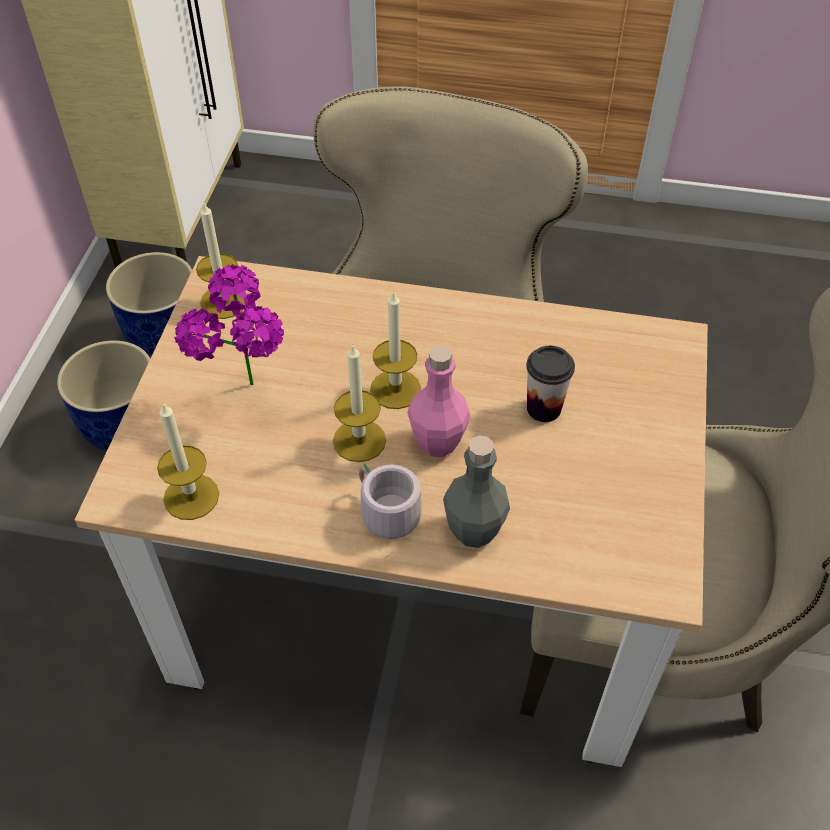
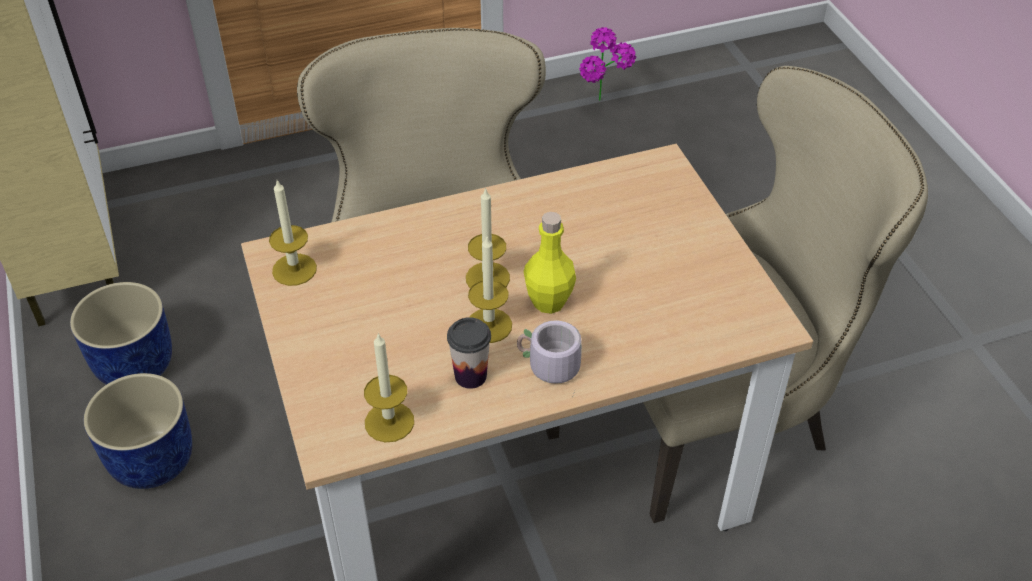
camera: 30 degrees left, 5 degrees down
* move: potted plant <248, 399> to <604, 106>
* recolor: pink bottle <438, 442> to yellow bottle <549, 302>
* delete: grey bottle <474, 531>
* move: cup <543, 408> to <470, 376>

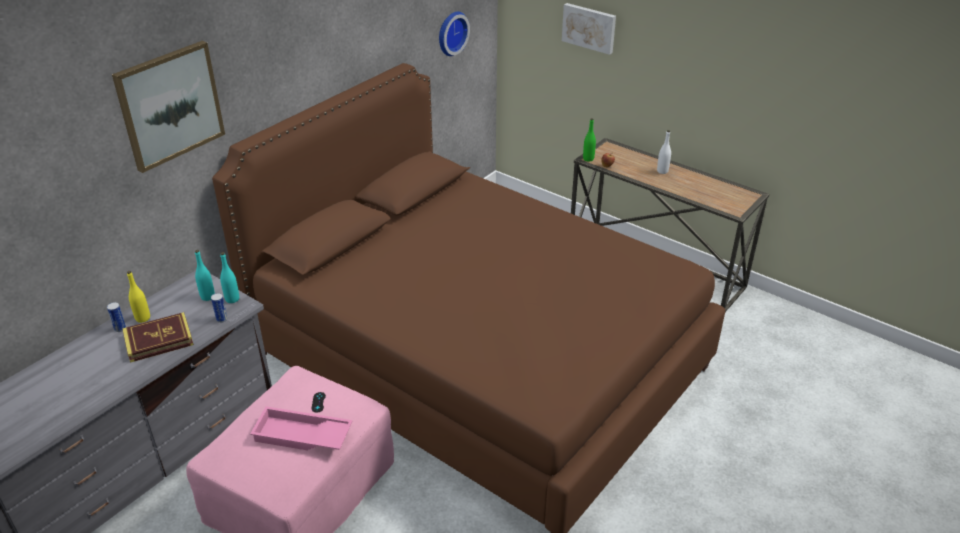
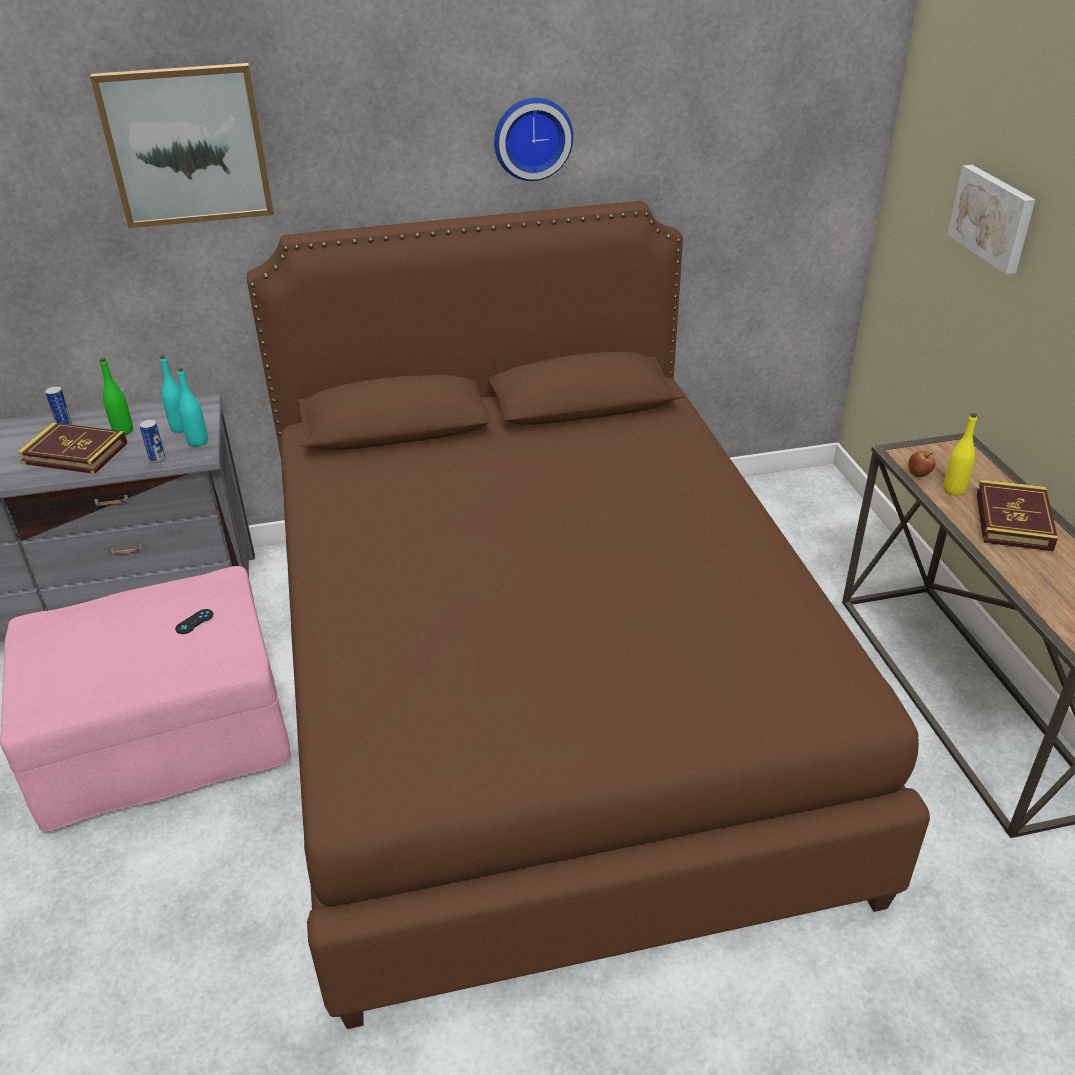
camera: 40 degrees right, 0 degrees up
* move: yellow bottle <143, 318> to <953, 490>
* delete: pink tray <301, 436>
* move: wall clock <450, 33> to <532, 138>
* move: green bottle <588, 159> to <123, 431>
* replace: white bottle <662, 171> to book <1013, 520>

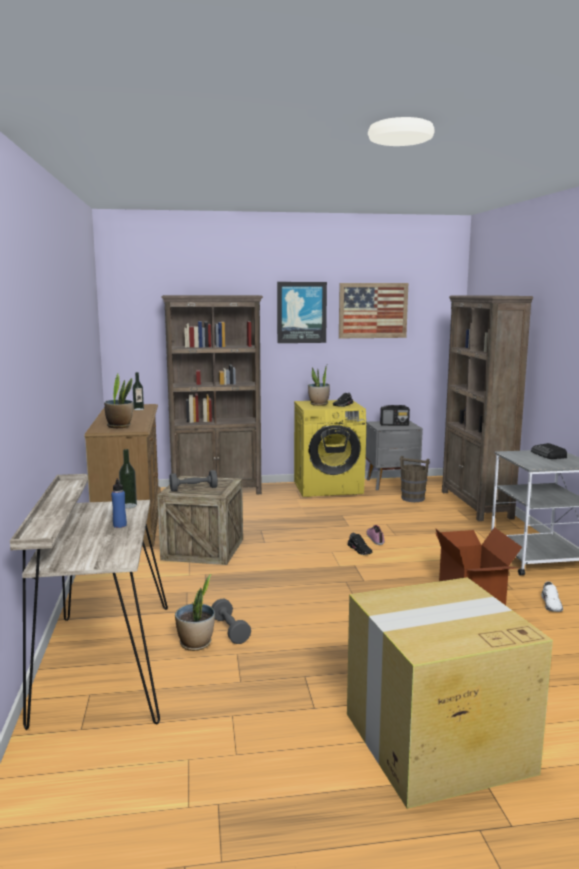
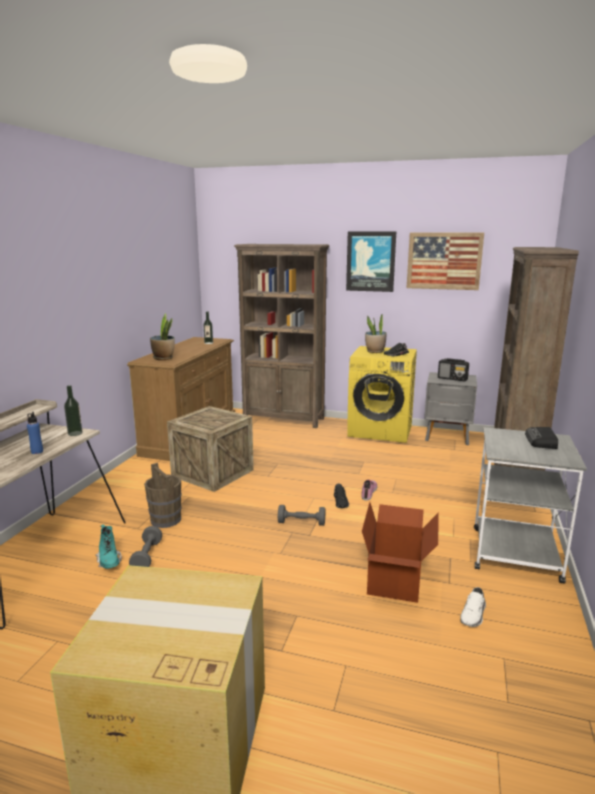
camera: 25 degrees right, 5 degrees up
* move: grey dumbbell <193, 489> to <301, 523>
* replace: potted plant <196, 644> to turquoise boot <109, 562>
* move: brown bucket <412, 498> to <165, 519>

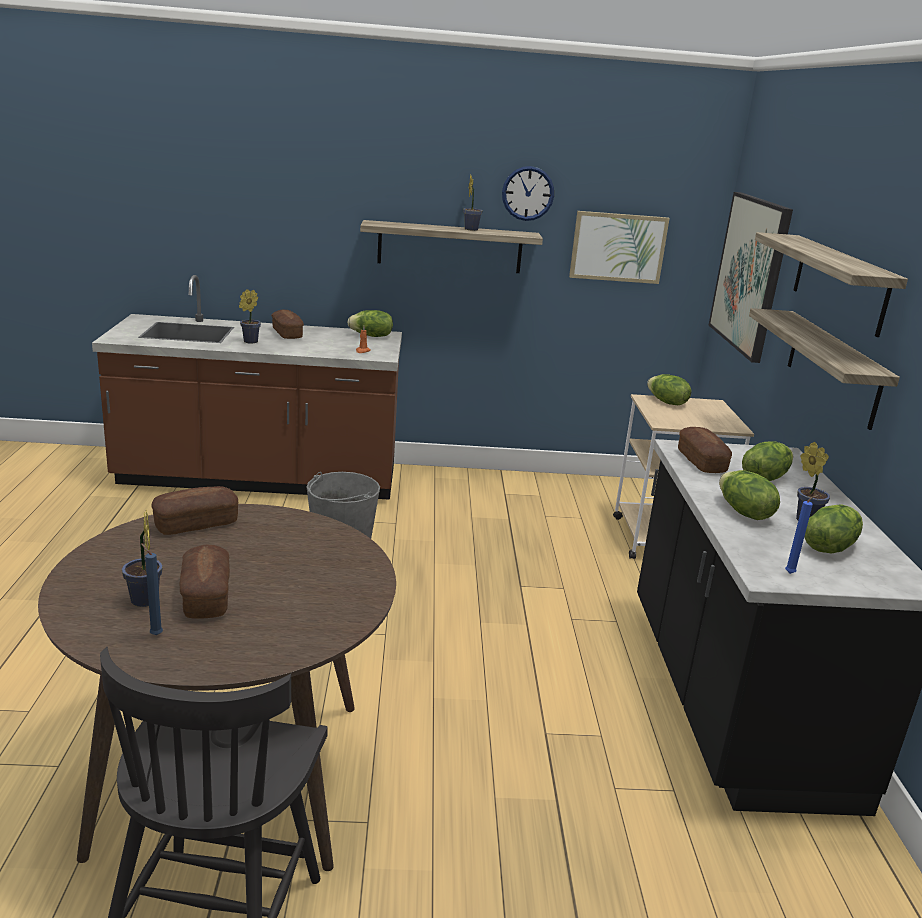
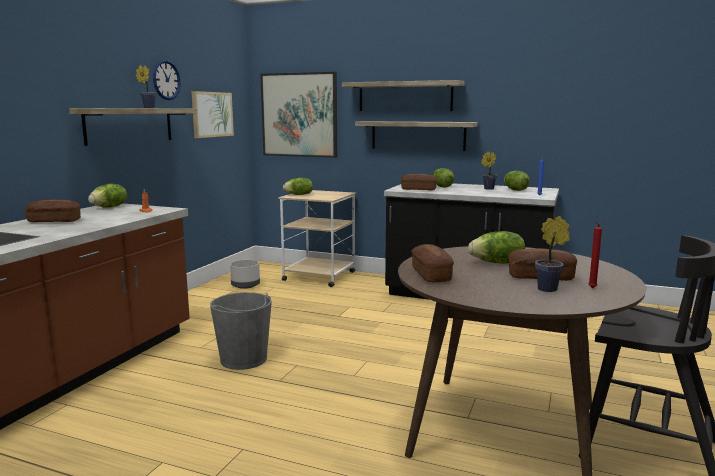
camera: 65 degrees left, 10 degrees down
* recolor: blue candle <154, 634> to red candle <591, 288>
* delete: potted plant <249, 342>
* move: lettuce <743, 512> to <497, 263>
* insert: grey planter <246, 285>

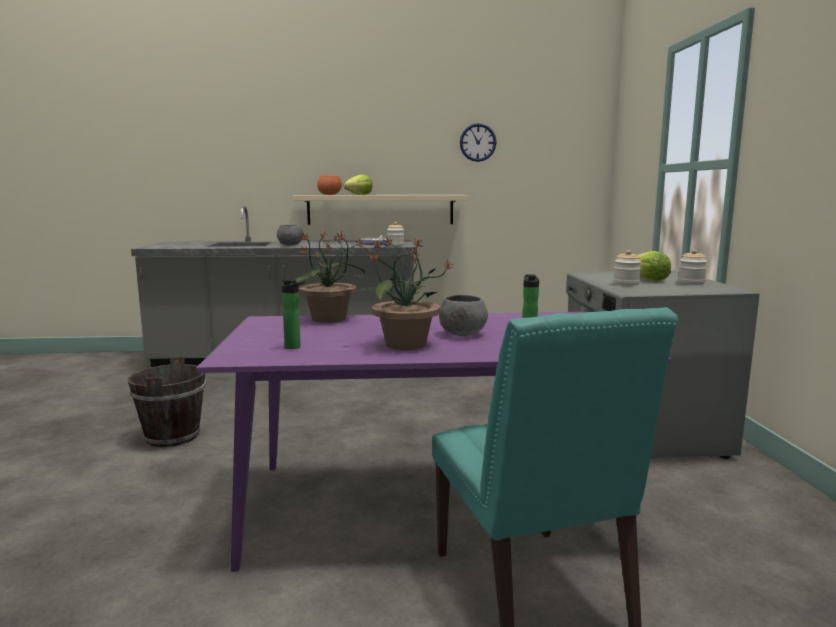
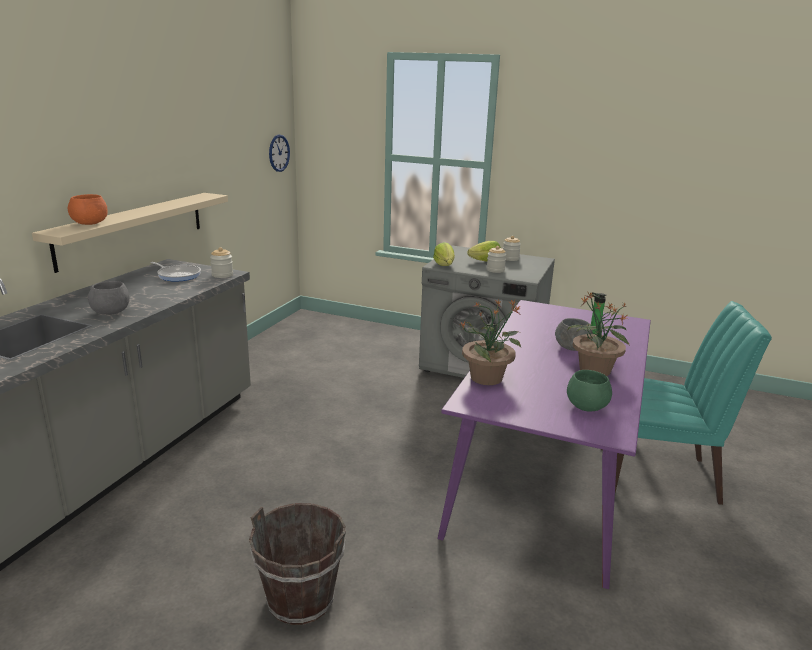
camera: 65 degrees left, 10 degrees up
* replace: bottle <295, 347> to green bowl <587, 407>
* move: lettuce <359, 194> to <444, 265>
* move: wall clock <477, 142> to <279, 153>

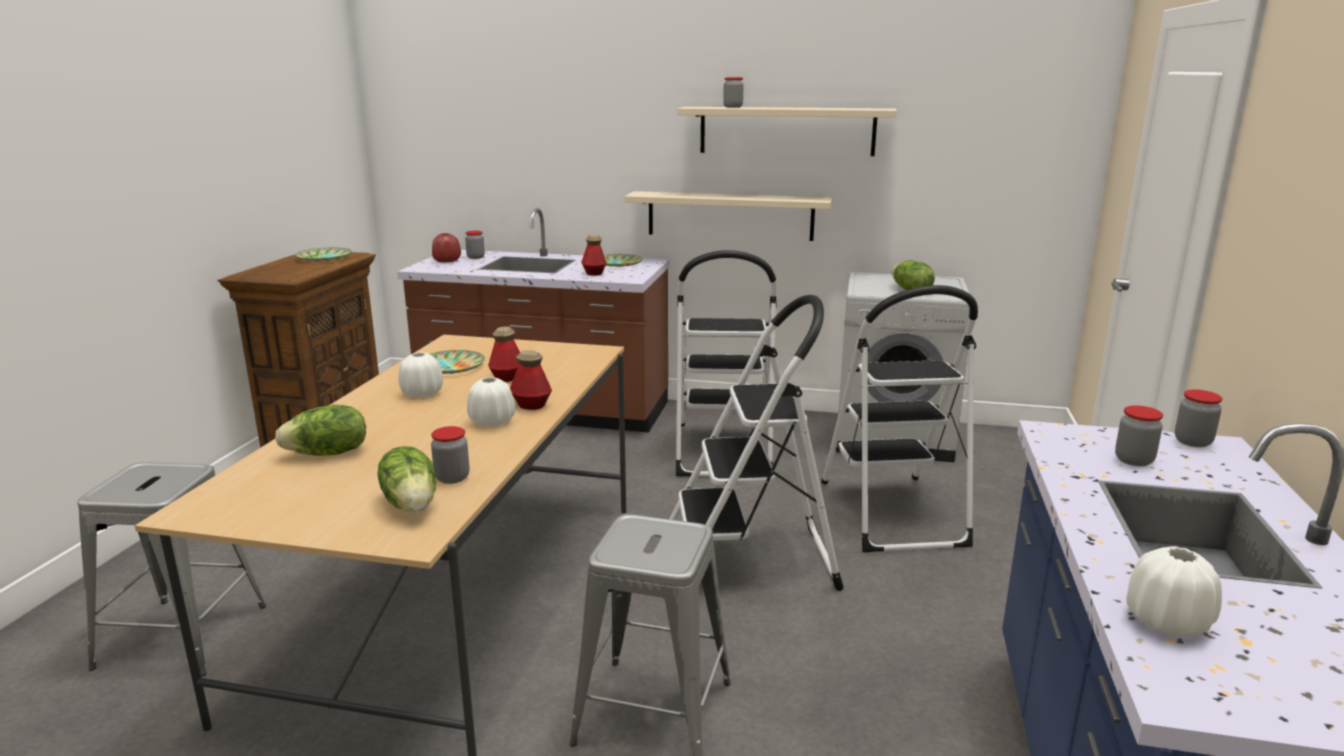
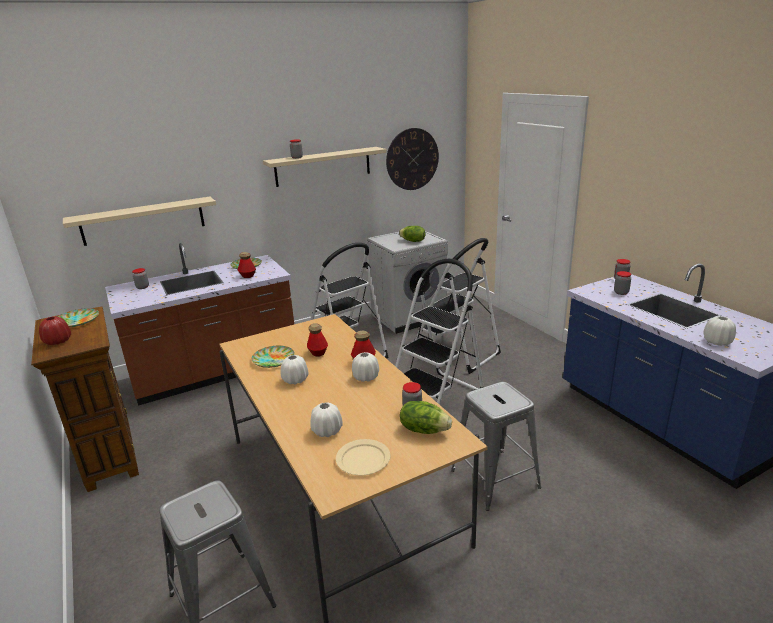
camera: 40 degrees left, 5 degrees up
* replace: lettuce <328, 454> to white vase <327, 431>
* move: red vase <447, 261> to <58, 341>
* move: beige shelf <730, 215> to <143, 221>
* insert: beige plate <363, 459>
* insert: wall clock <412, 159>

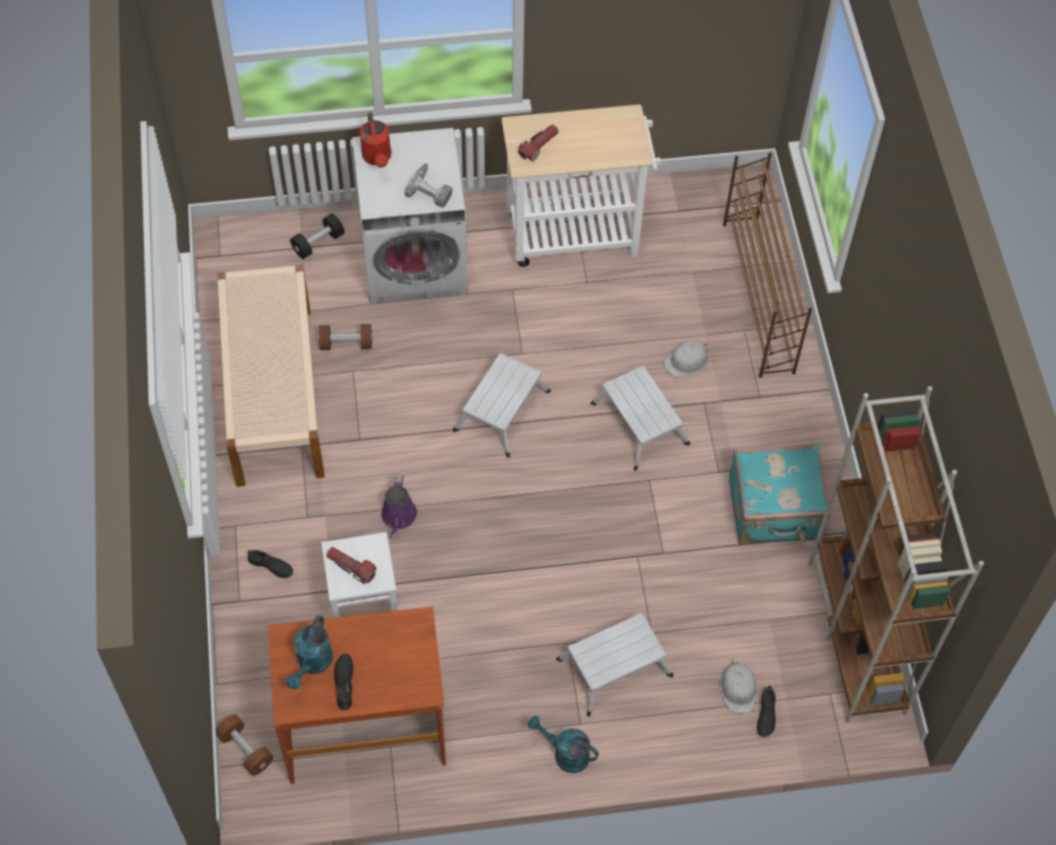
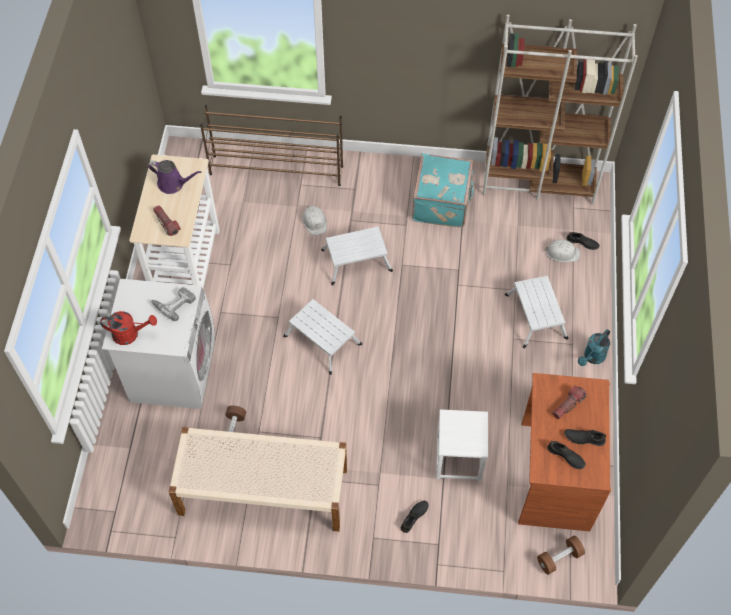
camera: 75 degrees left, 0 degrees up
* replace: turquoise watering can <312, 664> to black shoe <565, 457>
* delete: black dumbbell <318, 243>
* move: flashlight <351, 567> to <568, 405>
* move: purple watering can <398, 517> to <173, 184>

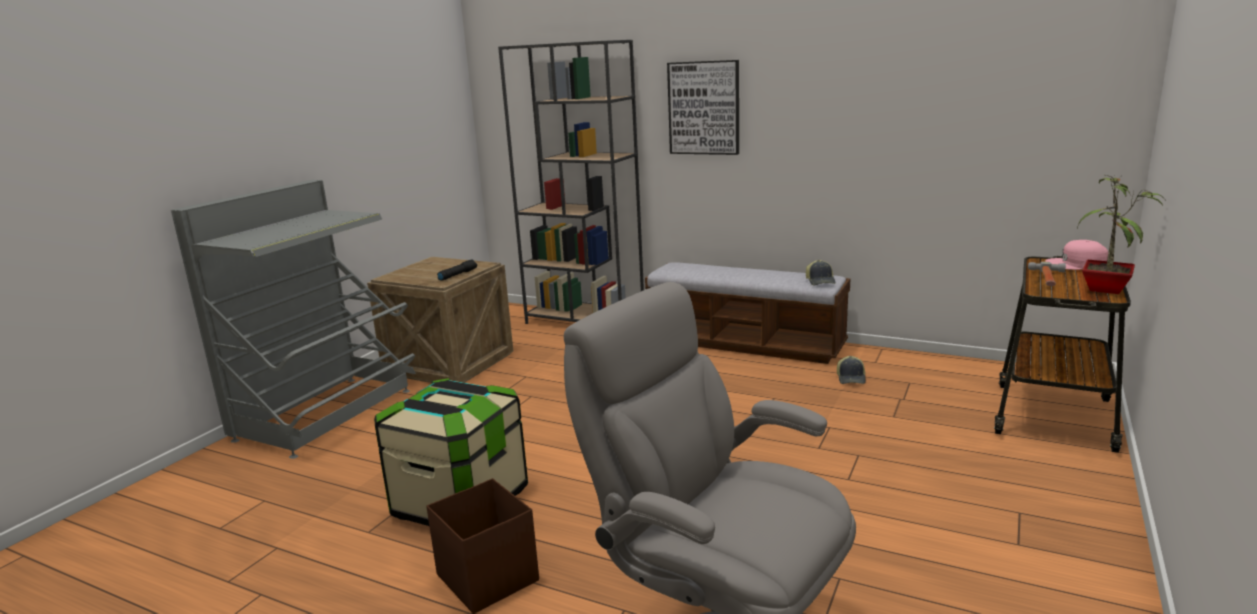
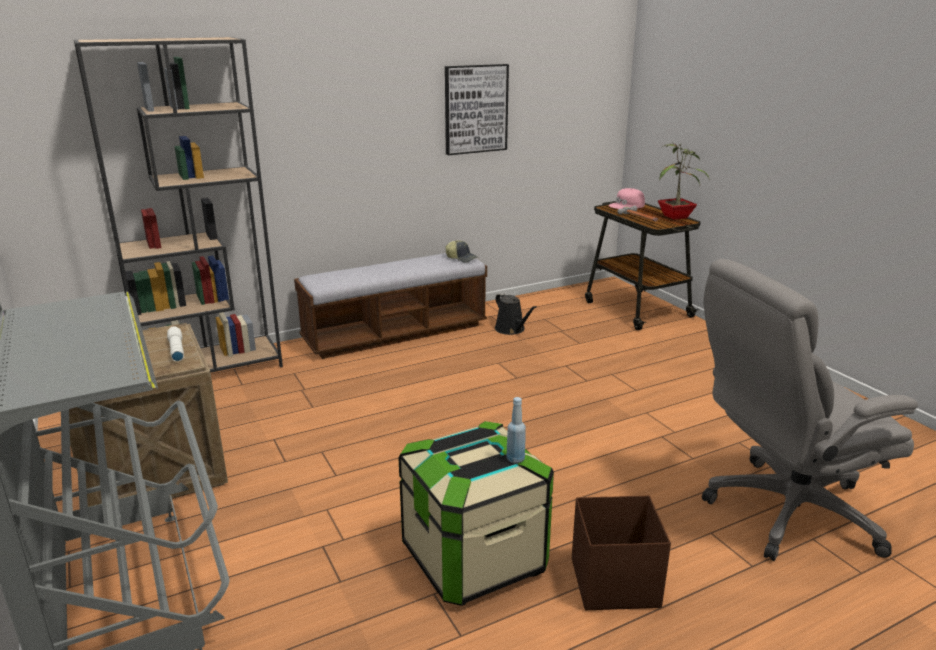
camera: 55 degrees left, 5 degrees up
* recolor: black flashlight <457, 275> to white flashlight <176, 349>
* move: picture <704, 108> to <475, 109>
* replace: cap <851, 378> to black watering can <511, 329>
* insert: blue bottle <515, 459>

